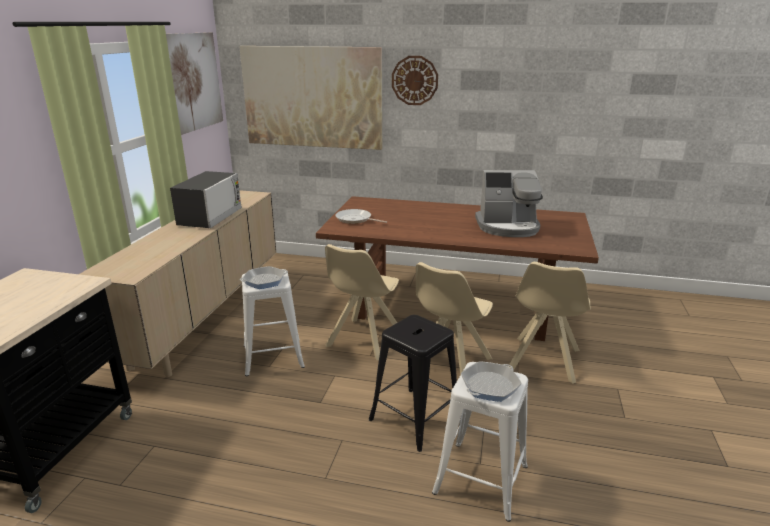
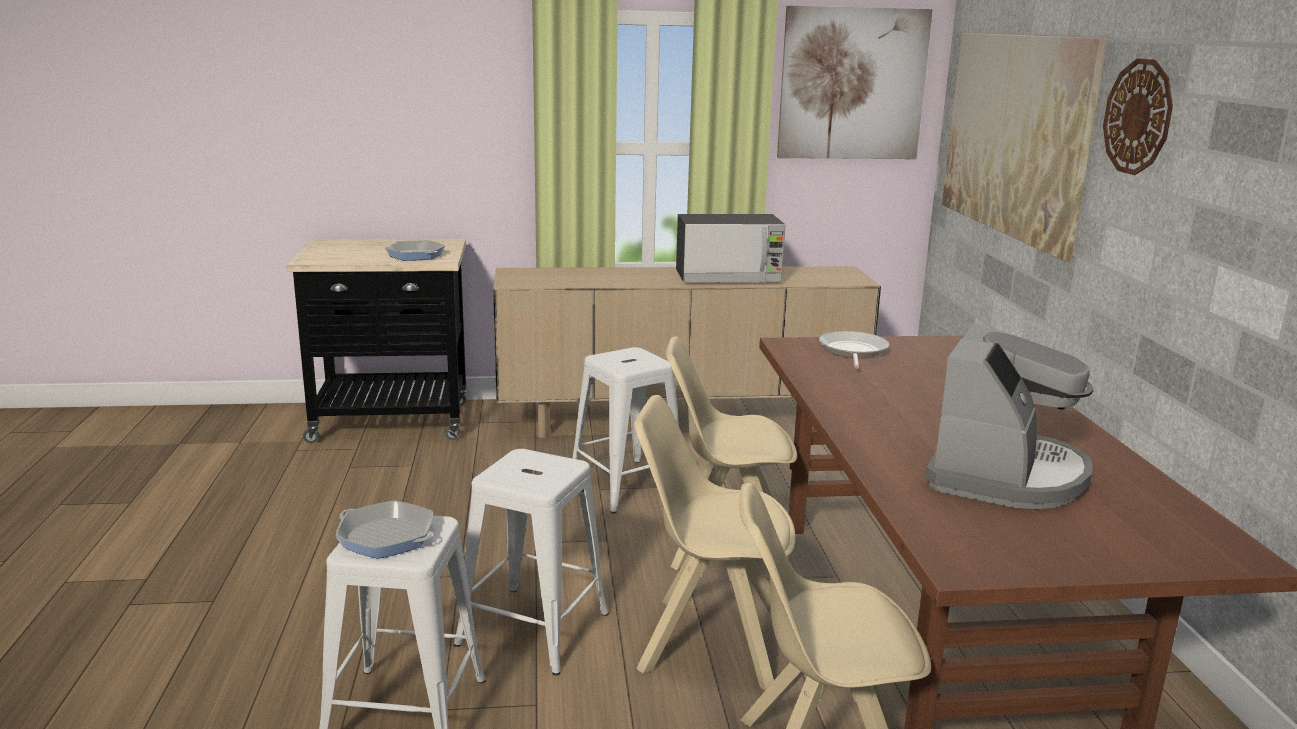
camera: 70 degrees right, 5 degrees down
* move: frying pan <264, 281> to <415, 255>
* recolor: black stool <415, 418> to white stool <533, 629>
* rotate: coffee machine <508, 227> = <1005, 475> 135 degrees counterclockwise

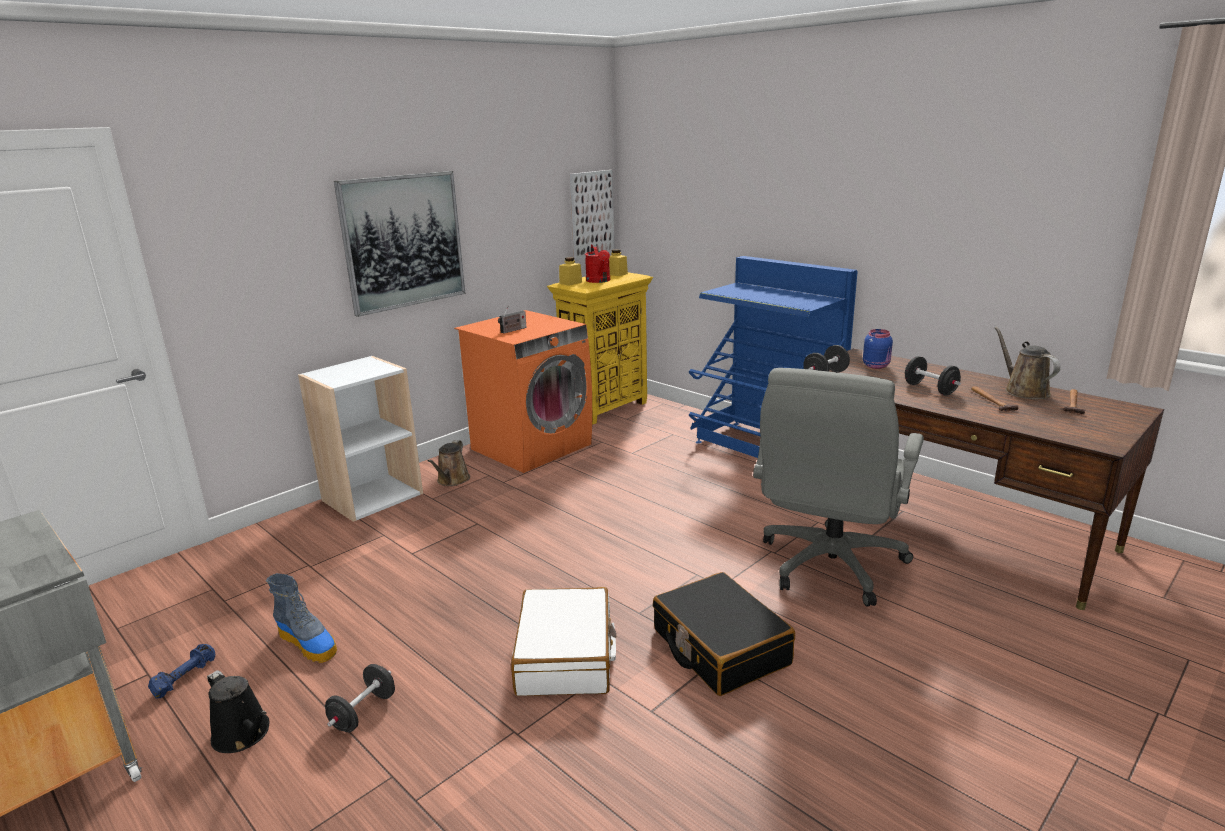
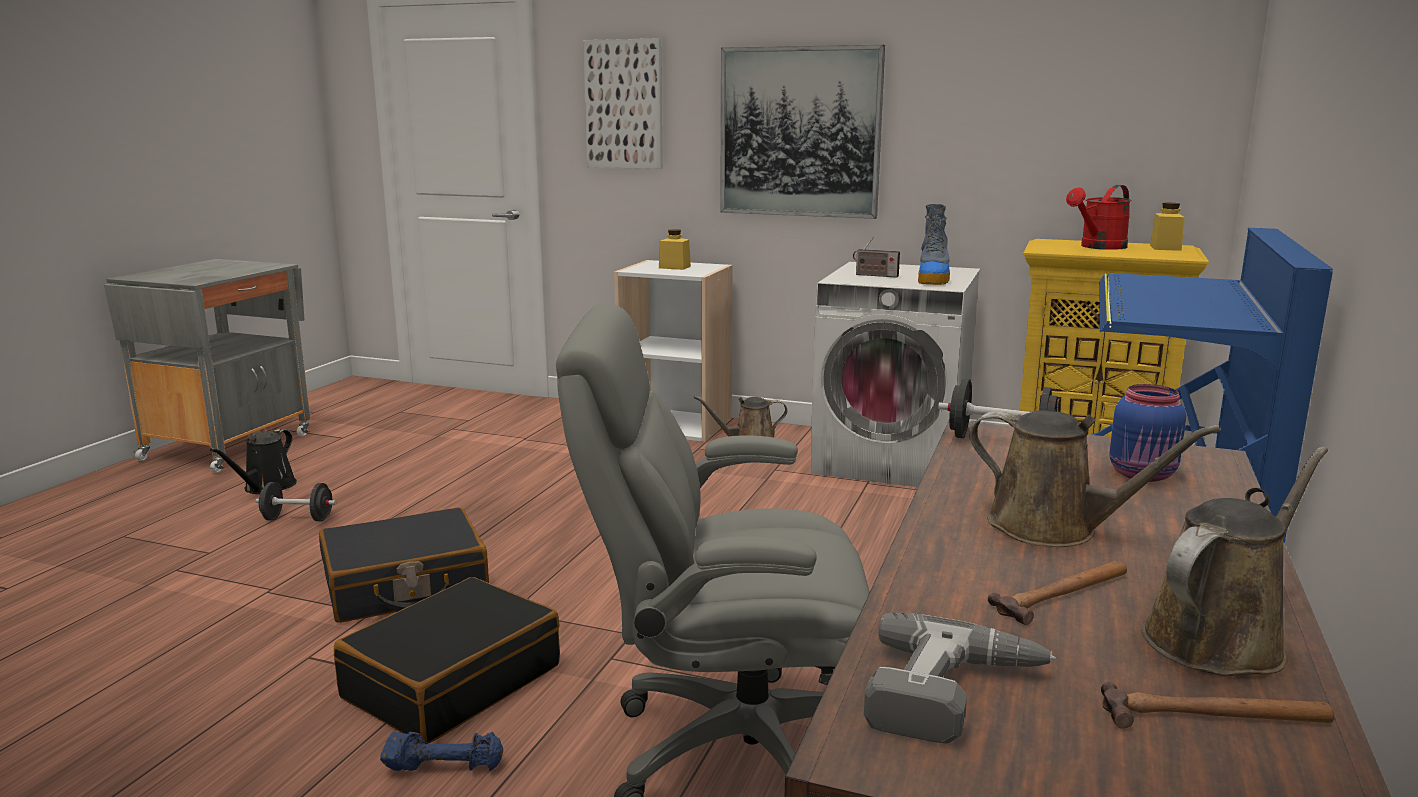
camera: 65 degrees right, 5 degrees down
* move: blue dumbbell <184, 678> to <444, 766>
* move: boot <308, 644> to <933, 279>
* recolor: orange washing machine <531, 446> to white washing machine <893, 460>
* recolor: white suitcase <566, 656> to black suitcase <405, 586>
* move: yellow jar <570, 283> to <674, 267>
* move: picture <591, 214> to <624, 104>
* replace: black dumbbell <930, 389> to brown watering can <1053, 528>
* insert: power drill <955, 696>

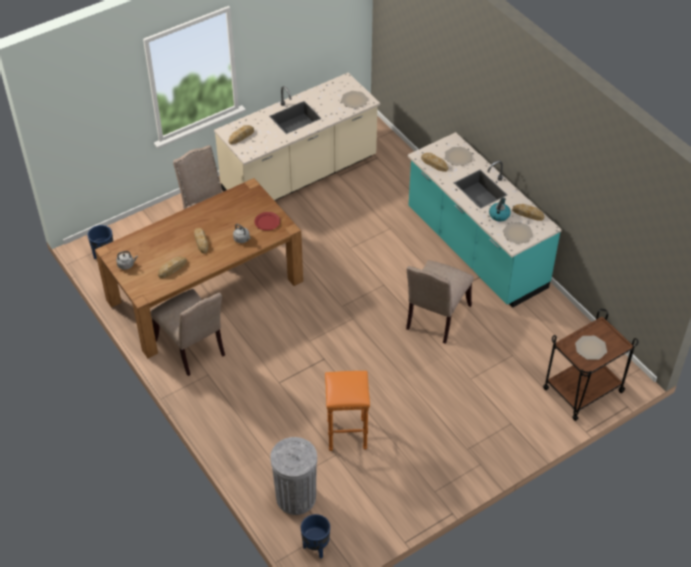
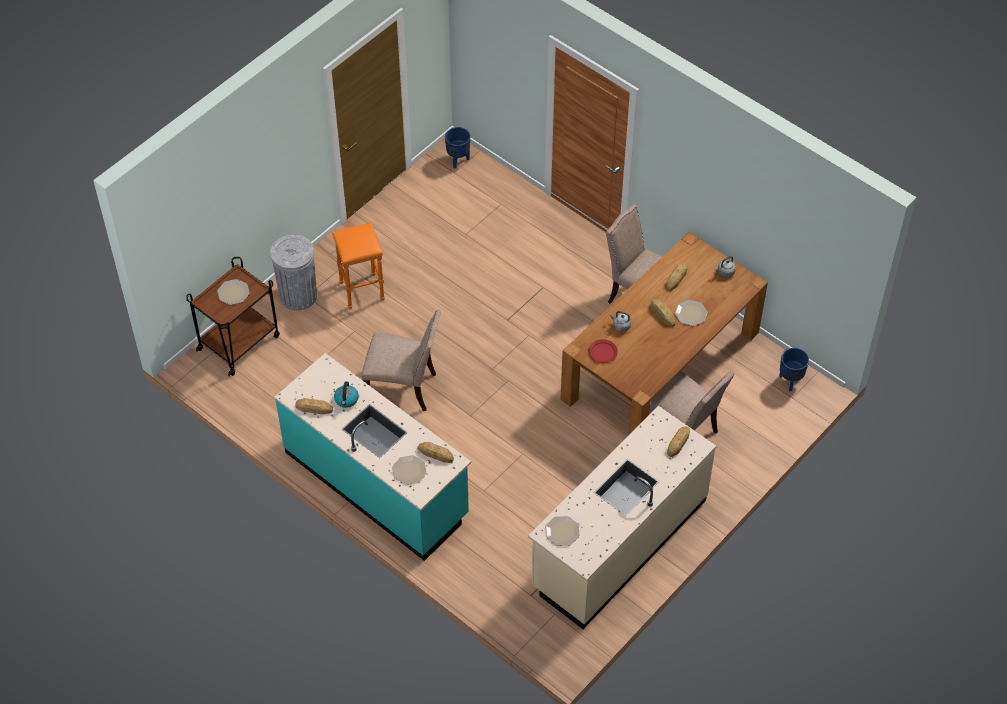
camera: 165 degrees right, 5 degrees up
* move: grey trash can <296, 497> to <298, 295>
* move: orange stool <346, 435> to <362, 289>
* rotate: beige chair <435, 318> = <403, 387> 90 degrees clockwise
* move: plate <518, 233> to <690, 313>

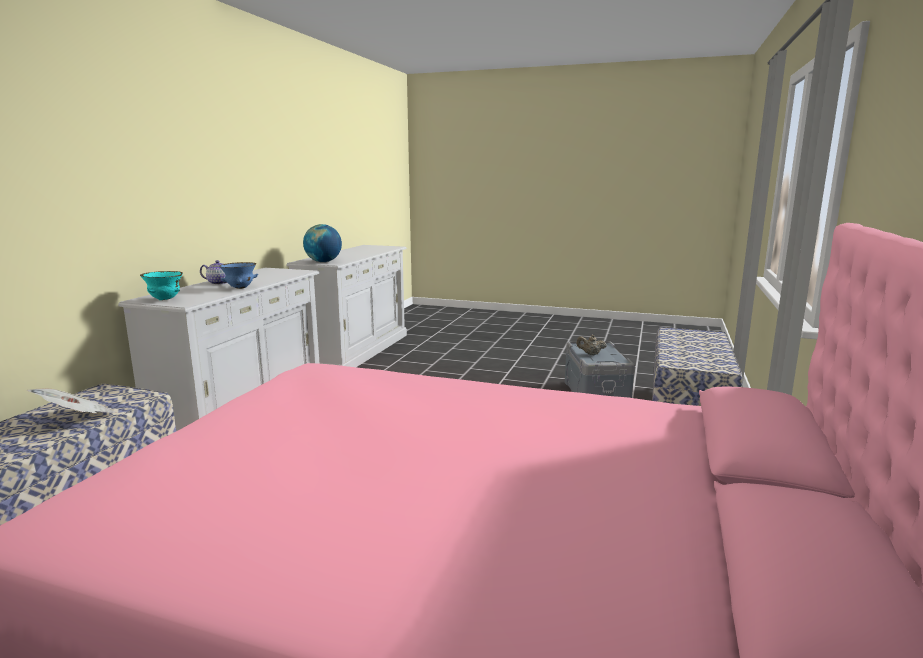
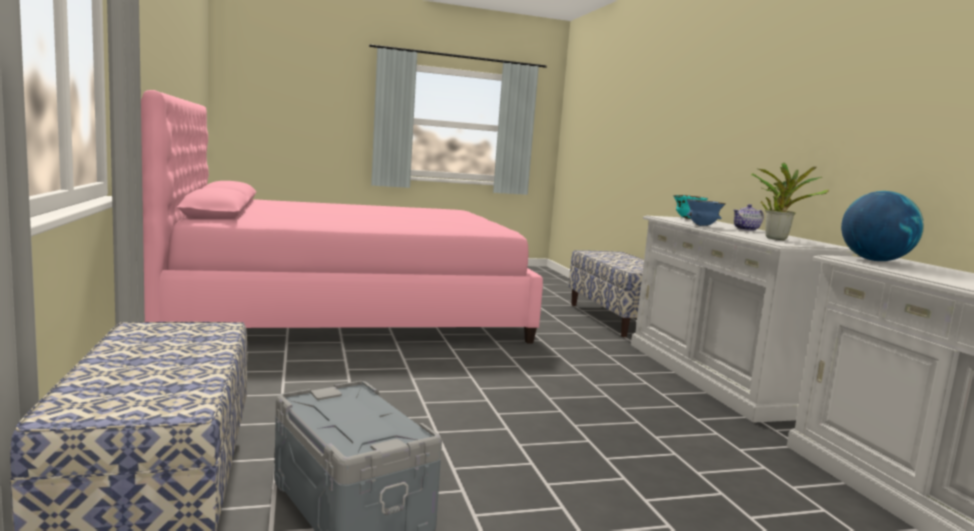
camera: 145 degrees right, 5 degrees down
* delete: newspaper <77, 418>
* delete: beige teapot <590, 354>
* insert: potted plant <776, 238>

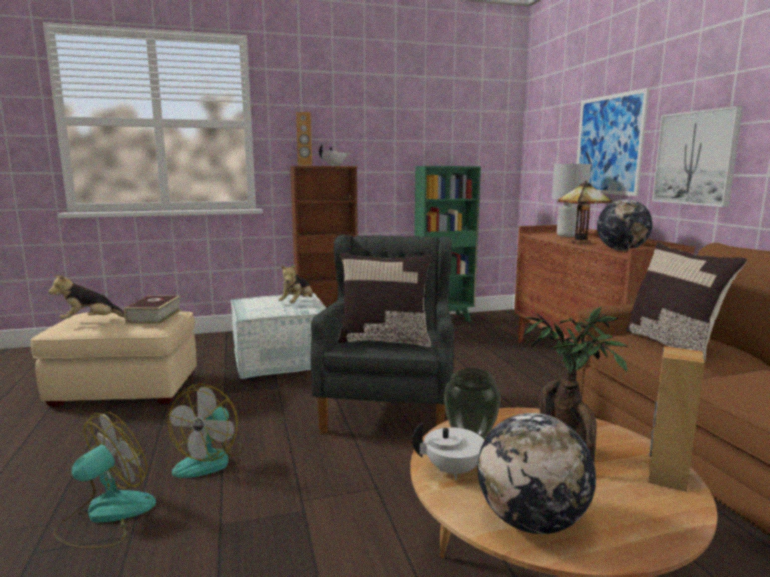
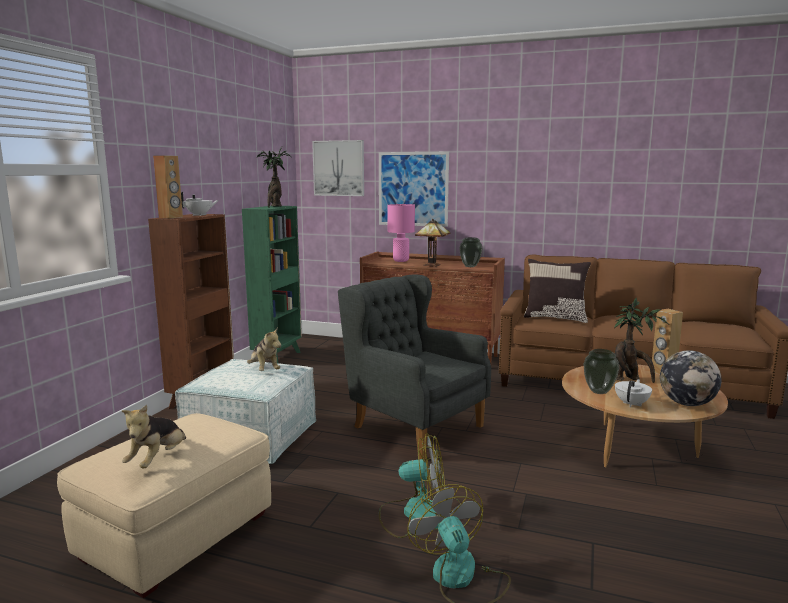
camera: 55 degrees left, 0 degrees up
* delete: book <154, 316>
* rotate: fan <210, 459> = <414, 514> 45 degrees counterclockwise
* delete: pillow <385, 341>
* recolor: grey table lamp <567, 236> to pink table lamp <401, 261>
* replace: globe <621, 250> to vase <470, 266>
* move: picture <695, 158> to <339, 168>
* insert: potted plant <275, 206>

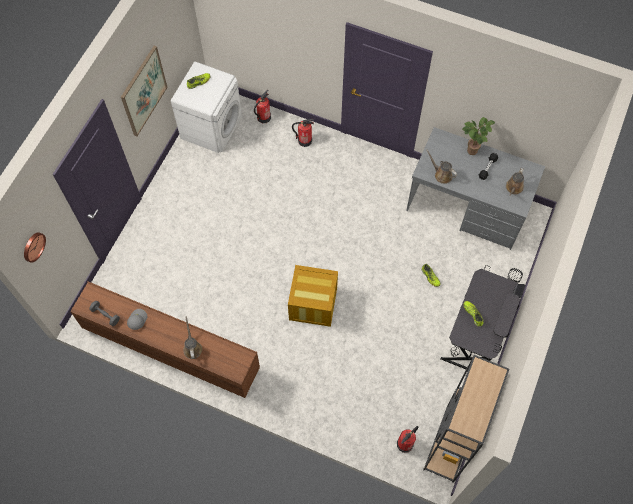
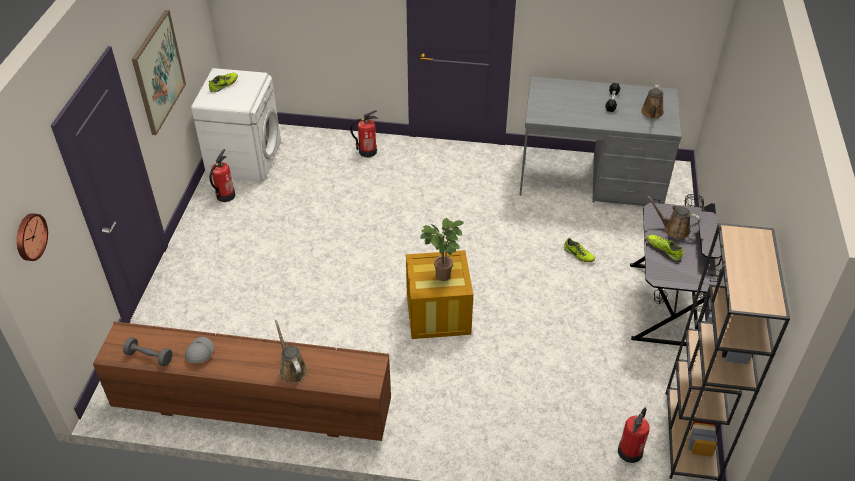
camera: 15 degrees left, 20 degrees down
* move: fire extinguisher <263, 117> to <225, 196>
* move: brown watering can <441, 175> to <673, 230>
* move: potted plant <471, 152> to <442, 277>

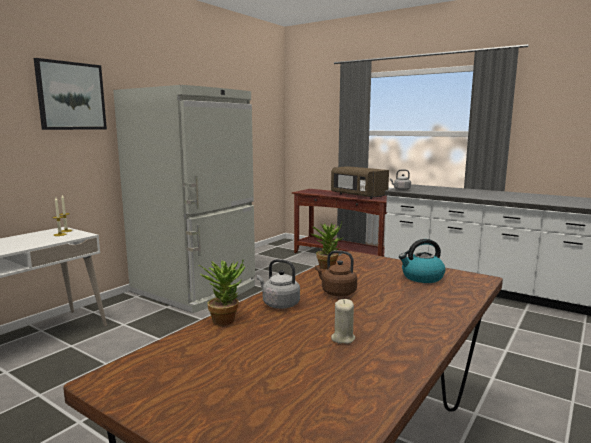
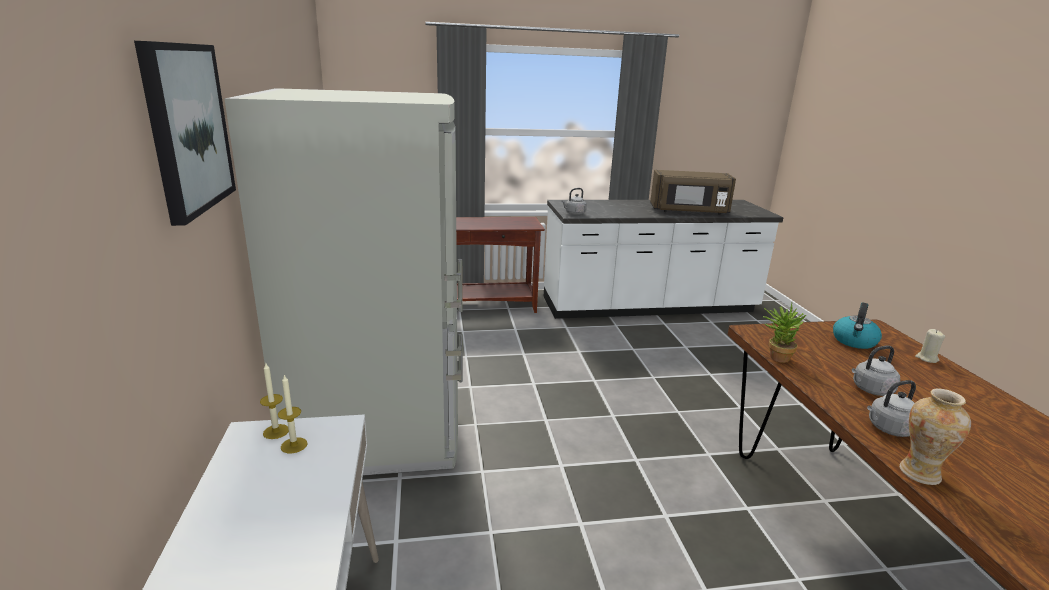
camera: 45 degrees left, 10 degrees up
* replace: potted plant <225, 319> to vase <920, 473>
* recolor: brown kettle <337, 292> to grey kettle <870, 390>
* move: brown microwave <357, 195> to <689, 211>
* move: beige candle <343, 338> to <926, 358>

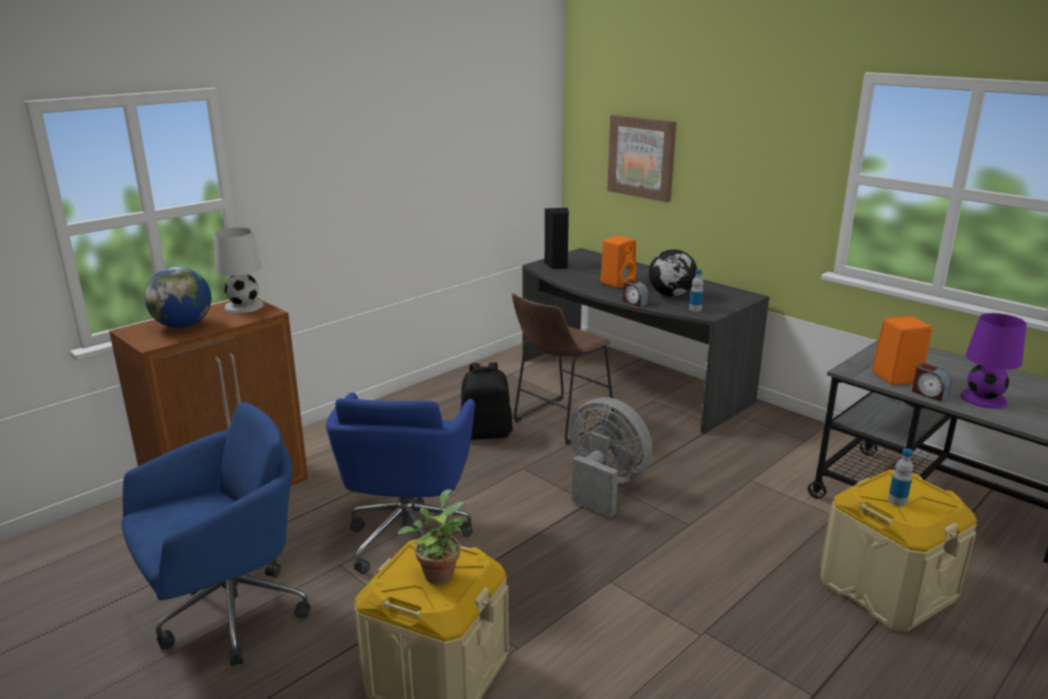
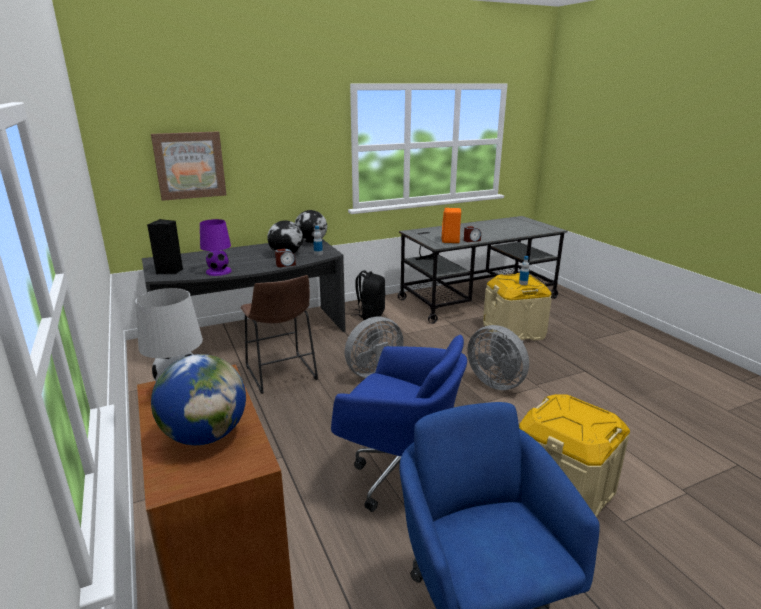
camera: 70 degrees left, 0 degrees up
* delete: potted plant <438, 572>
* move: black backpack <486, 433> to <370, 315>
* delete: orange speaker <618, 283>
* move: purple table lamp <984, 399> to <219, 271>
* insert: globe <311, 242>
* insert: grey fan <497, 382>

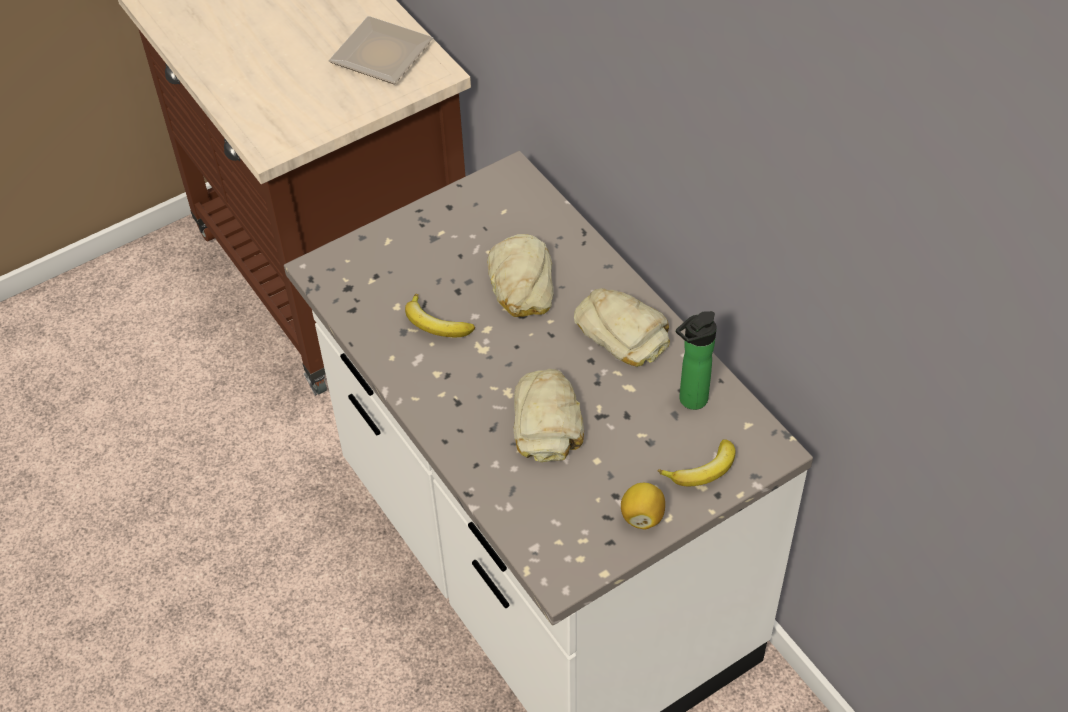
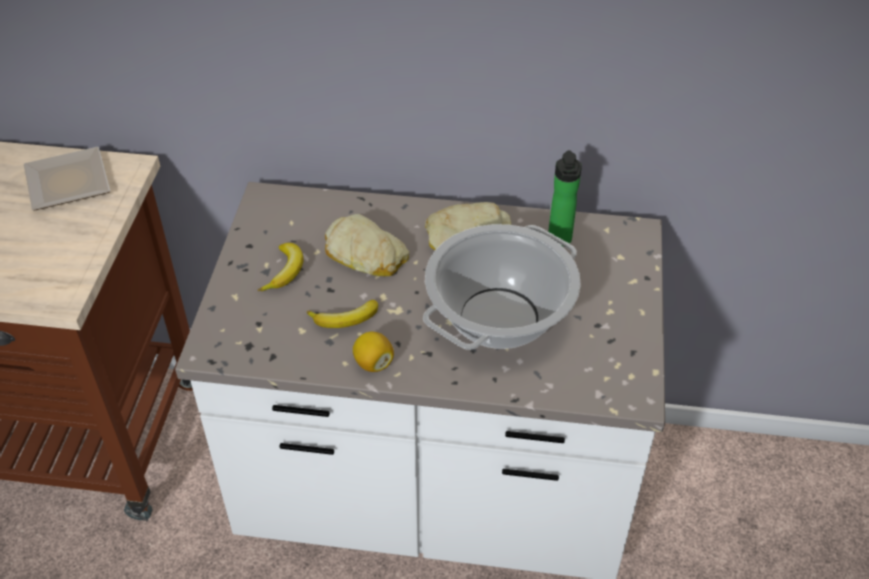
camera: 50 degrees left, 5 degrees down
* replace: bread <548, 421> to cooking pot <499, 317>
* move: lemon <642, 516> to <373, 363>
* move: banana <702, 471> to <285, 272>

